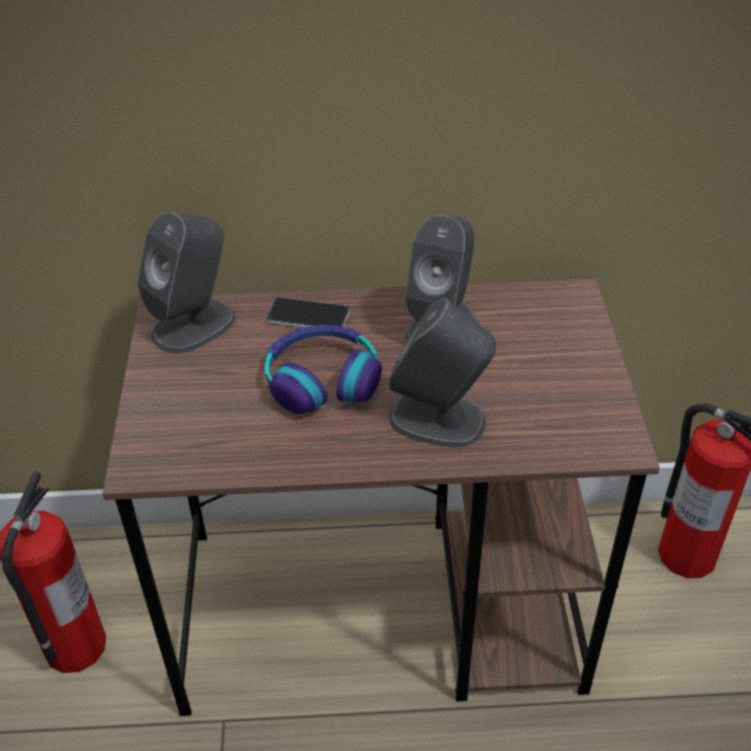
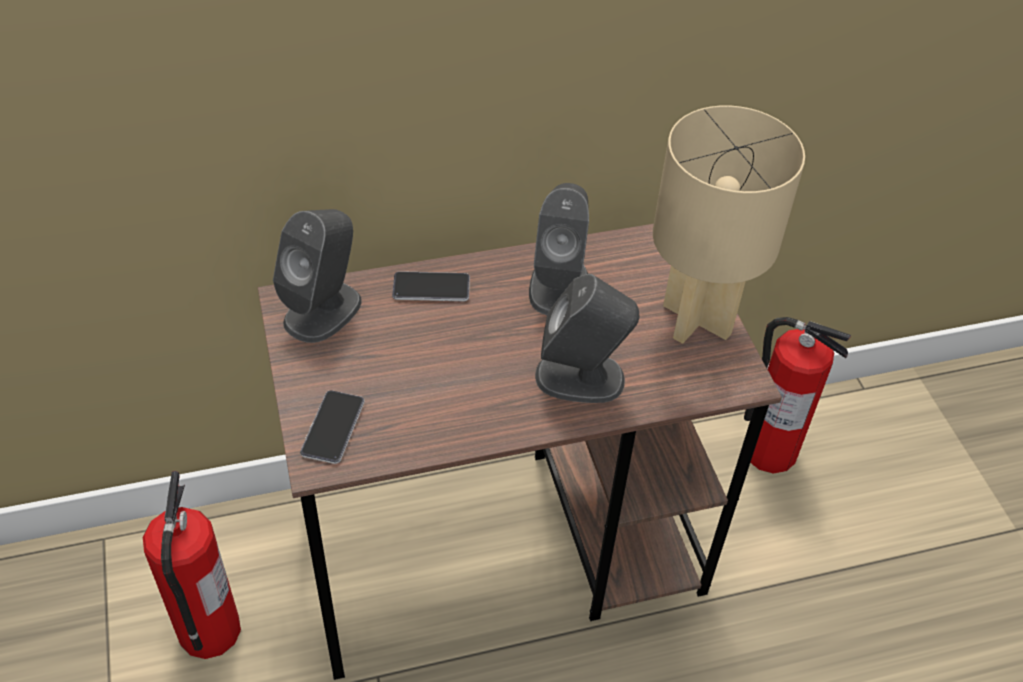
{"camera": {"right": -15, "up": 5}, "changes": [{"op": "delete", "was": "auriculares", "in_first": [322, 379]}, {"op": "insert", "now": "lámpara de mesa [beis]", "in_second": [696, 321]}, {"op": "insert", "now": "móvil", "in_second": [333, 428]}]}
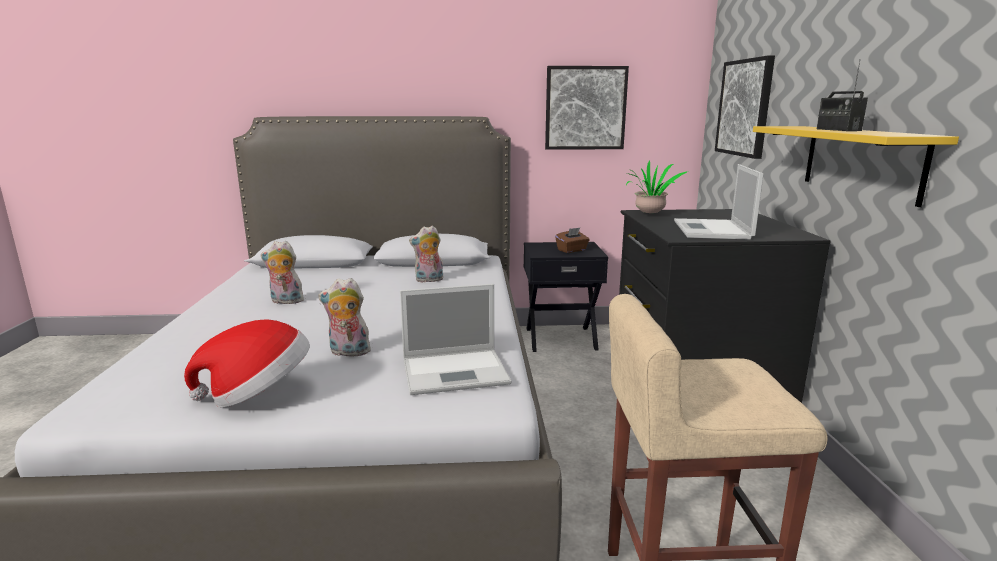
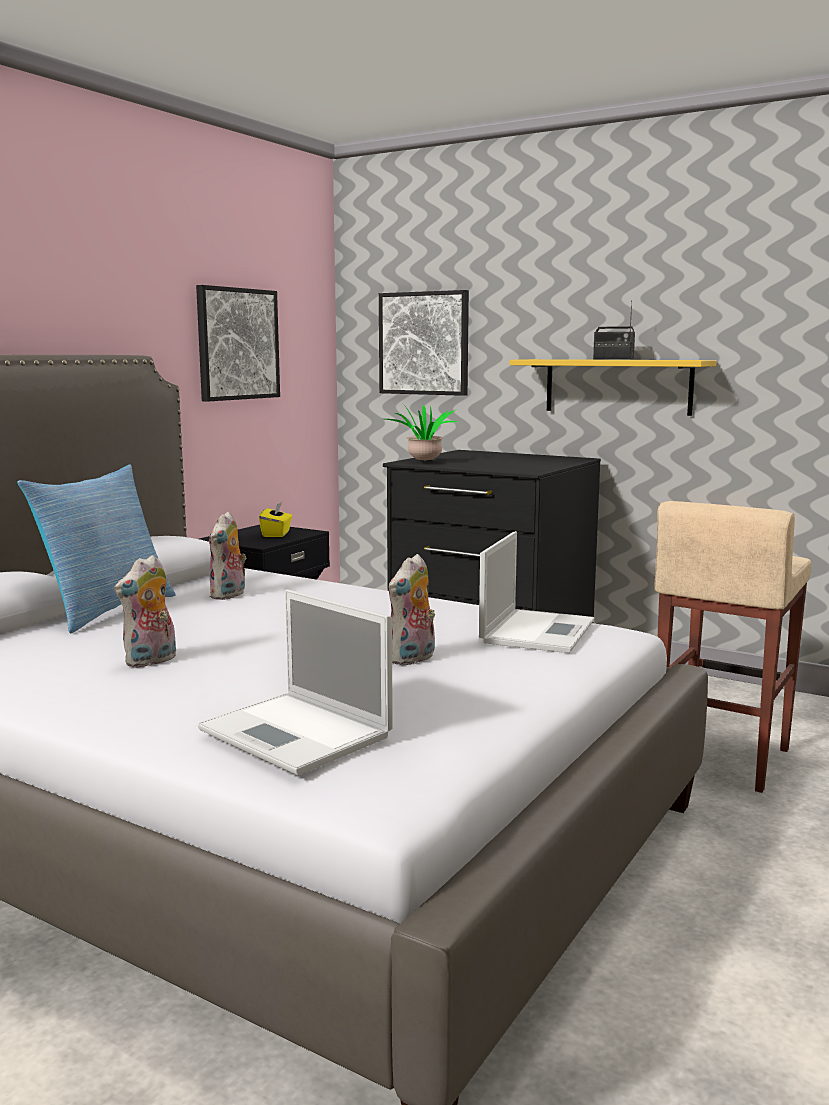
{"camera": {"right": -55, "up": -5}, "changes": [{"op": "move", "was": "portátil", "in_first": [712, 230], "in_second": [298, 734]}, {"op": "recolor", "was": "caja de pañuelos [marrón]", "now": "caja de pañuelos [amarillo]", "in_first": [572, 250], "in_second": [276, 534]}, {"op": "delete", "was": "sombrero", "in_first": [258, 394]}, {"op": "insert", "now": "cojín", "in_second": [105, 610]}]}
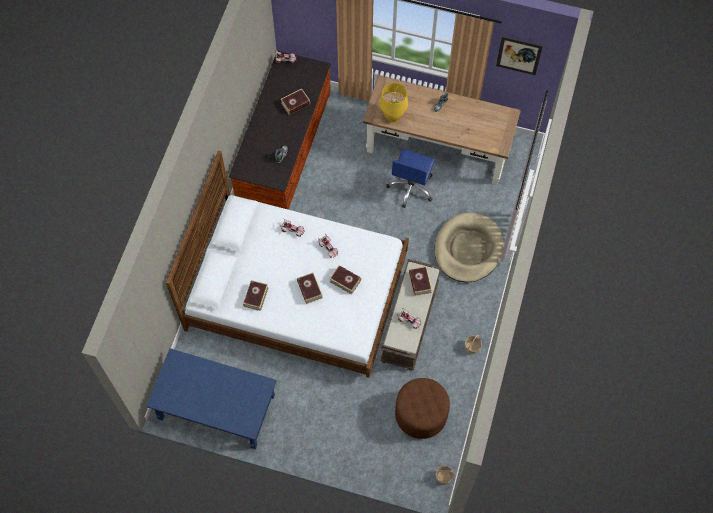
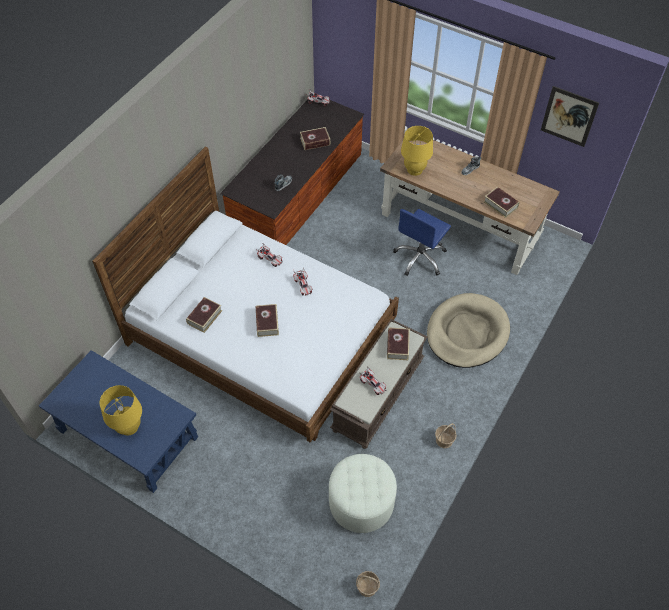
{"camera": {"right": 15, "up": -10}, "changes": [{"op": "move", "was": "libro", "in_first": [345, 281], "in_second": [500, 205]}, {"op": "recolor", "was": "puf [marrón]", "now": "puf [blanco]", "in_first": [421, 414], "in_second": [361, 502]}, {"op": "insert", "now": "lámpara de mesa [amarillo]", "in_second": [129, 427]}]}
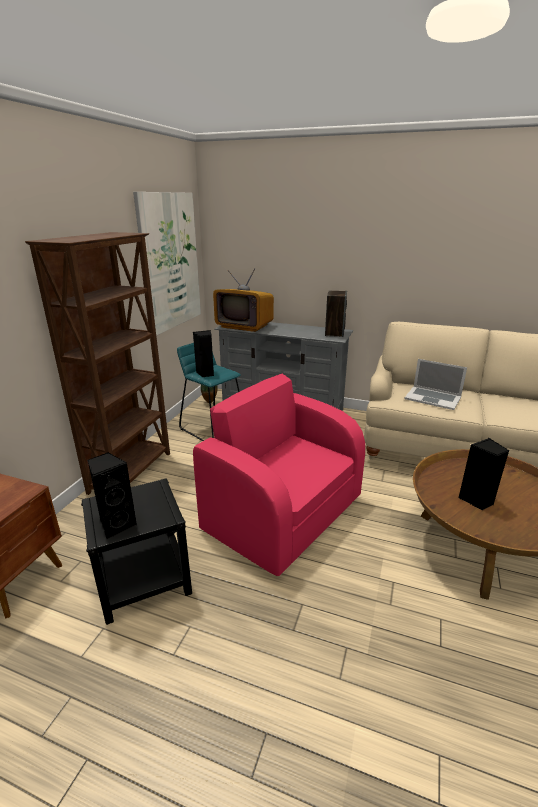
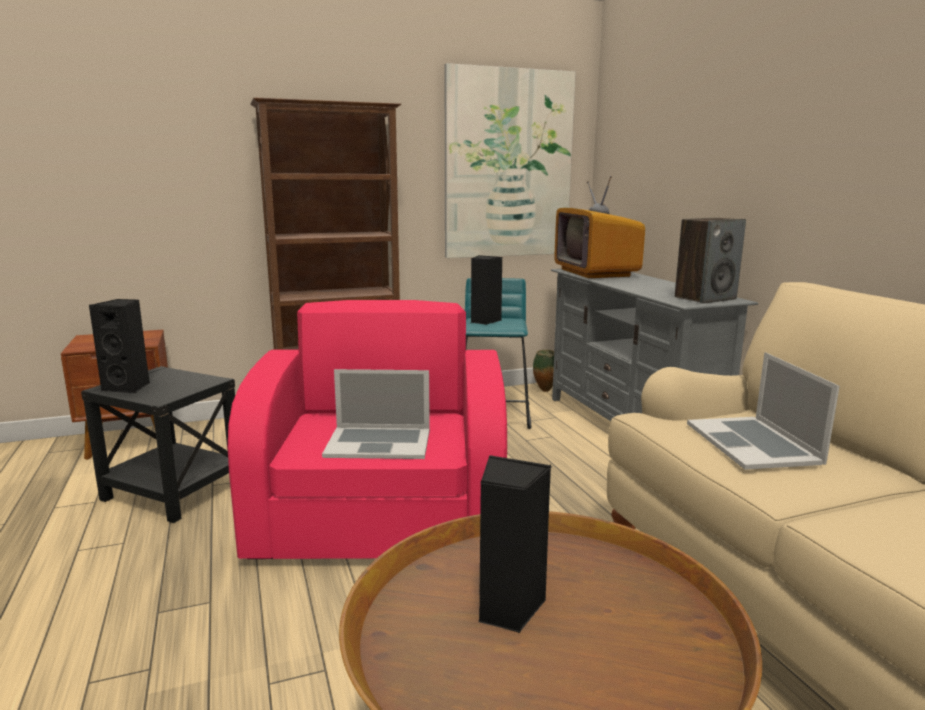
{"camera": {"right": 50, "up": -10}, "changes": [{"op": "insert", "now": "portátil", "in_second": [378, 443]}]}
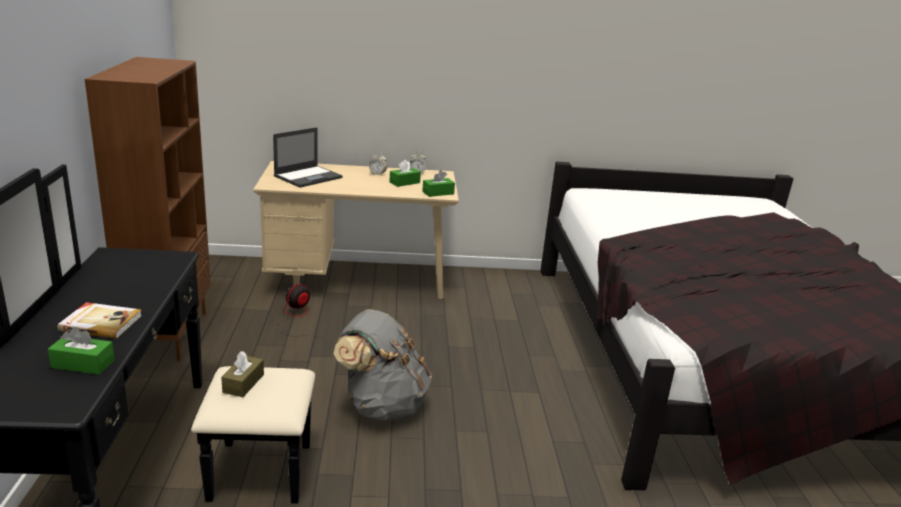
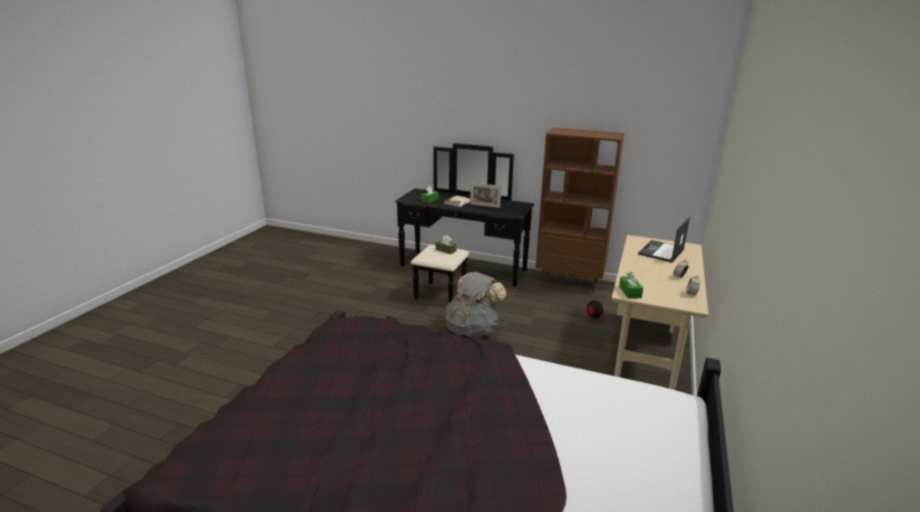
{"camera": {"right": 115, "up": 0}, "changes": [{"op": "rotate", "was": "portátil", "in_first": [308, 177], "in_second": [661, 252], "clockwise": 60}, {"op": "delete", "was": "caja de pañuelos [verde]", "in_first": [404, 182]}, {"op": "insert", "now": "portarretratos", "in_second": [485, 206]}]}
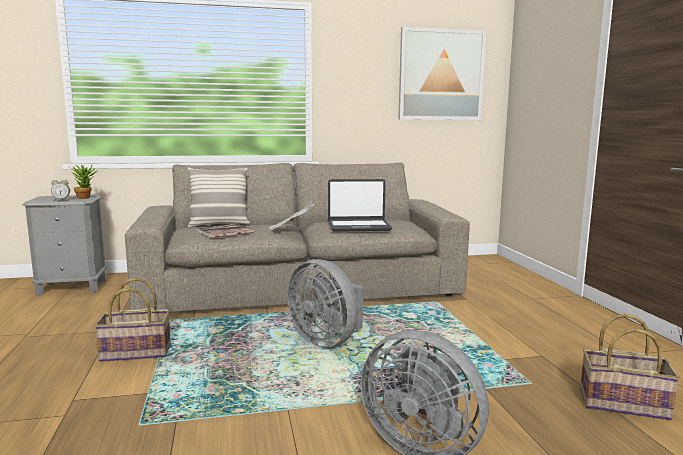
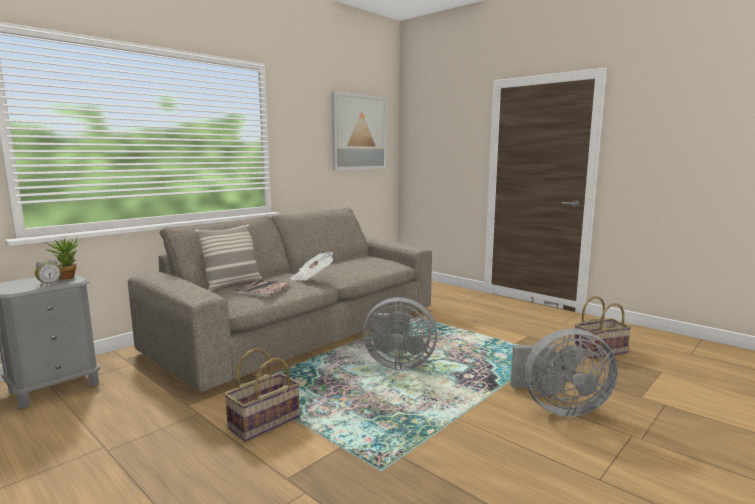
{"camera": {"right": -35, "up": 0}, "changes": [{"op": "delete", "was": "portátil", "in_first": [358, 226]}]}
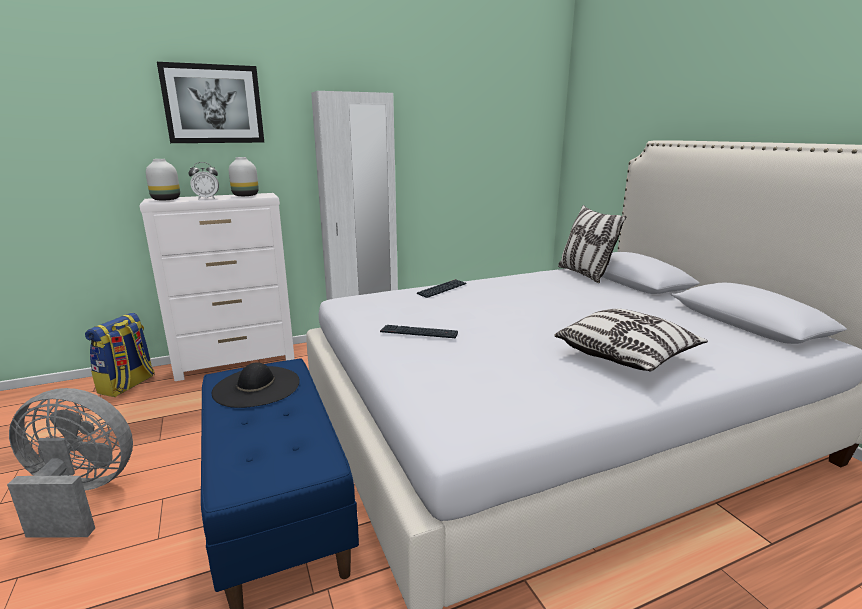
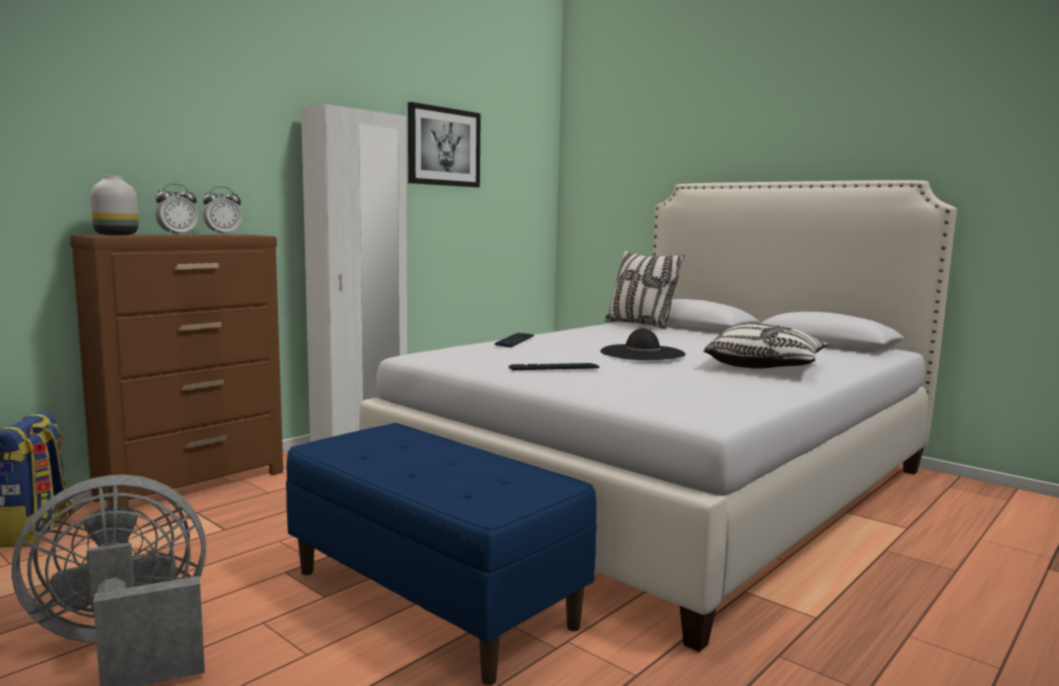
{"camera": {"right": -25, "up": -10}, "changes": [{"op": "move", "was": "cuadro", "in_first": [213, 104], "in_second": [443, 147]}, {"op": "replace", "was": "florero [blanco]", "now": "despertador", "in_first": [246, 195], "in_second": [223, 234]}, {"op": "recolor", "was": "cómoda [blanco]", "now": "cómoda [marrón]", "in_first": [237, 363], "in_second": [195, 485]}, {"op": "move", "was": "sombrero [negro]", "in_first": [256, 386], "in_second": [642, 353]}]}
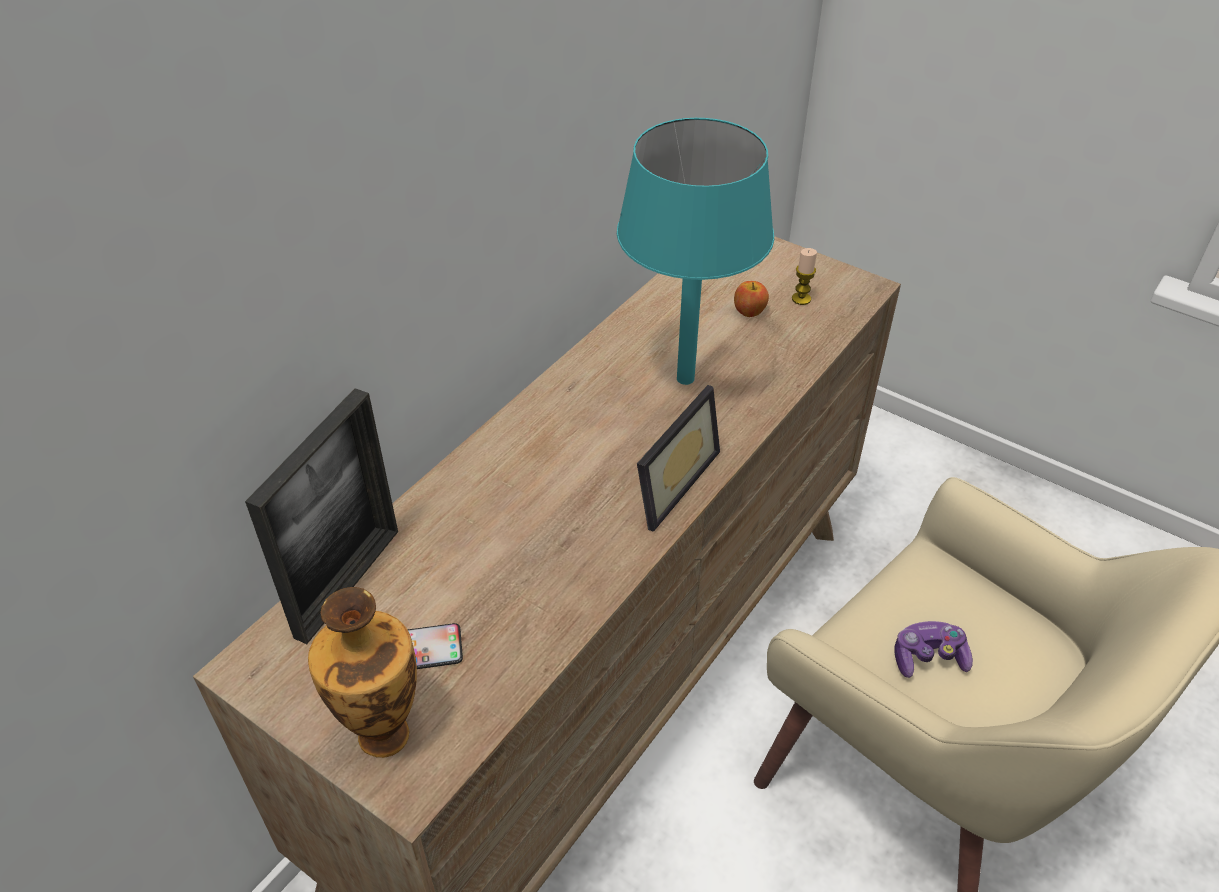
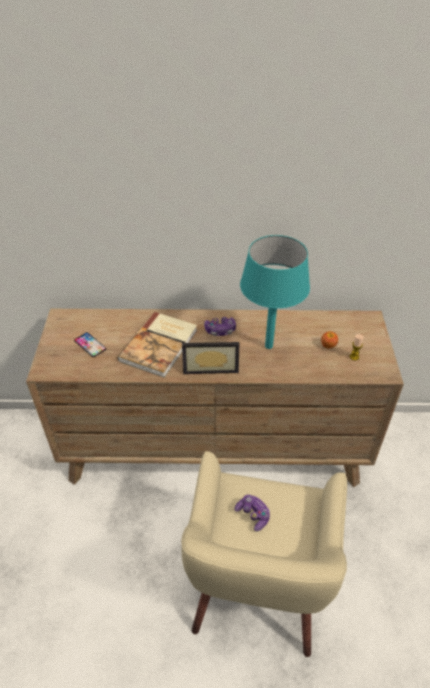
{"camera": {"right": 55, "up": 0}, "changes": [{"op": "delete", "was": "portarretratos", "in_first": [348, 582]}, {"op": "delete", "was": "florero", "in_first": [383, 731]}, {"op": "insert", "now": "libro", "in_second": [160, 345]}, {"op": "insert", "now": "mando de consola", "in_second": [220, 330]}]}
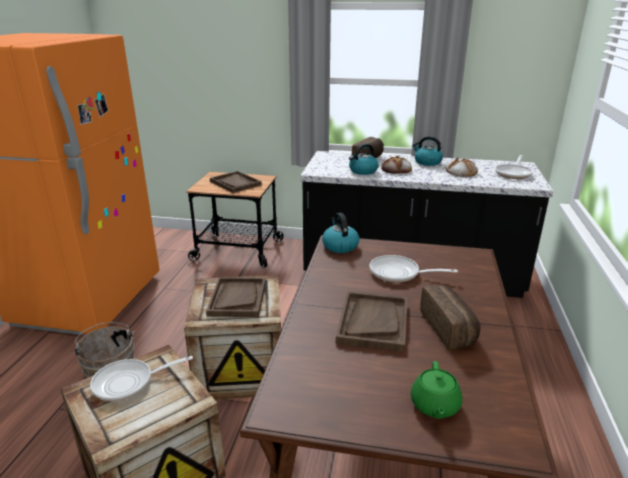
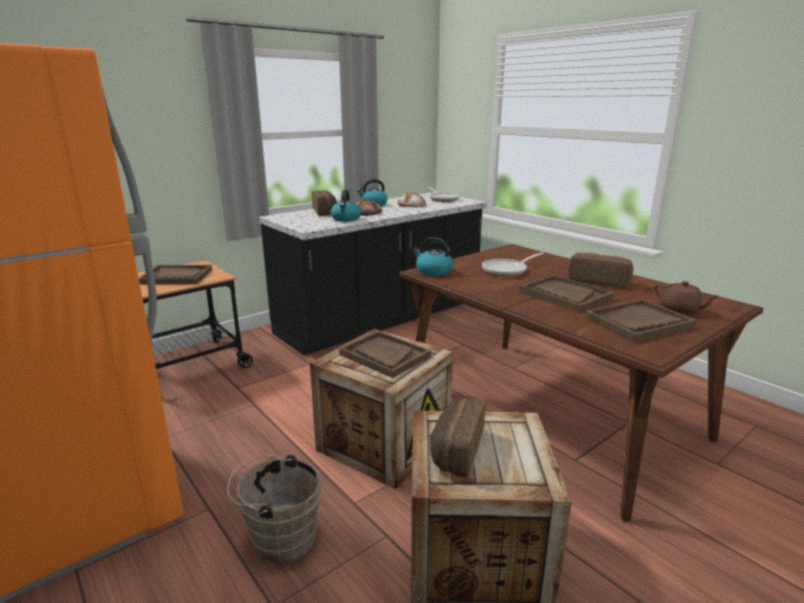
{"camera": {"right": -50, "up": -5}, "changes": [{"op": "replace", "was": "sartén", "now": "pan", "in_first": [129, 383], "in_second": [455, 449]}, {"op": "recolor", "was": "tetera [verde]", "now": "tetera [marrón]", "in_first": [434, 406], "in_second": [680, 310]}, {"op": "insert", "now": "bandeja [marrón]", "in_second": [638, 323]}]}
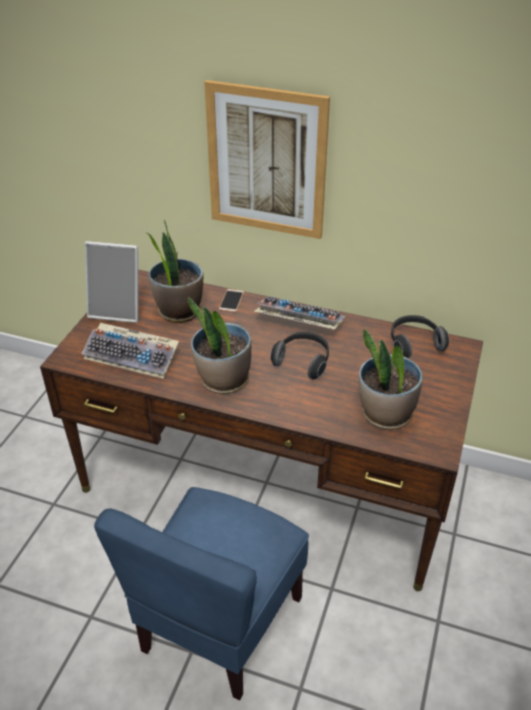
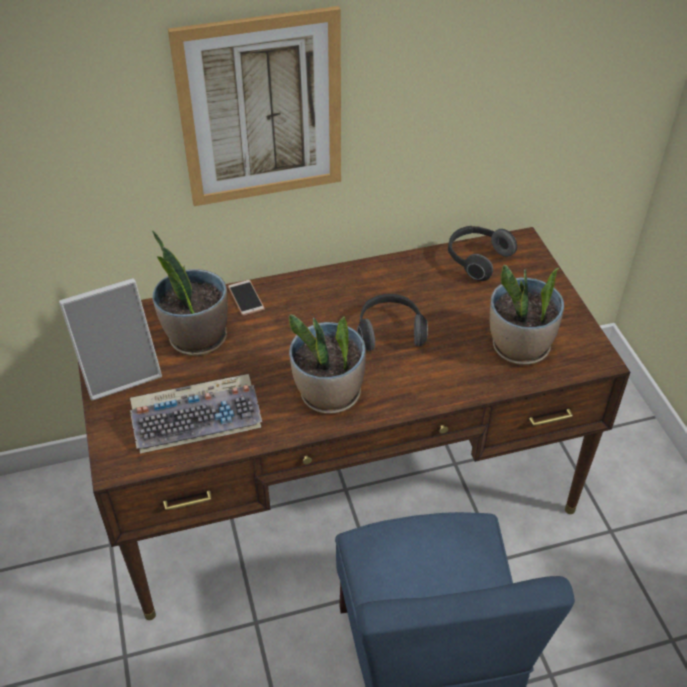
{"camera": {"right": -35, "up": 5}, "changes": [{"op": "delete", "was": "teclado", "in_first": [297, 321]}]}
